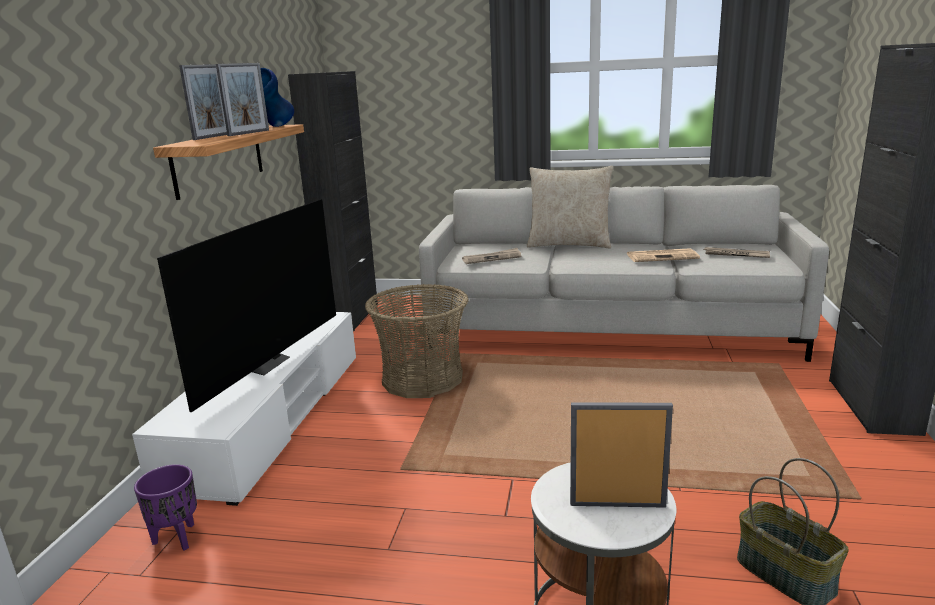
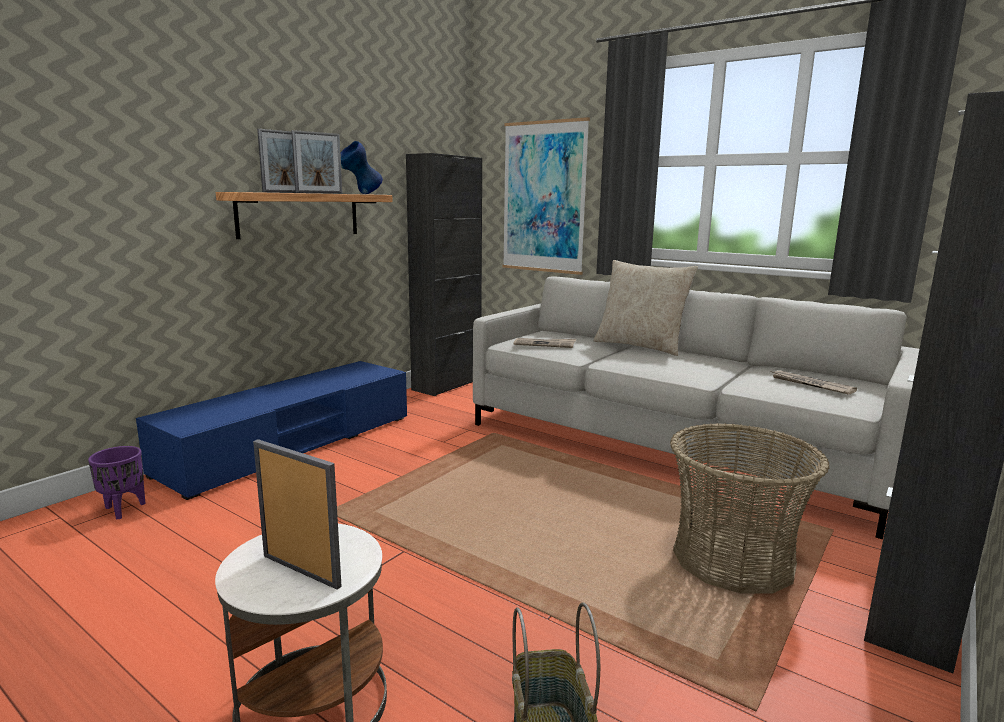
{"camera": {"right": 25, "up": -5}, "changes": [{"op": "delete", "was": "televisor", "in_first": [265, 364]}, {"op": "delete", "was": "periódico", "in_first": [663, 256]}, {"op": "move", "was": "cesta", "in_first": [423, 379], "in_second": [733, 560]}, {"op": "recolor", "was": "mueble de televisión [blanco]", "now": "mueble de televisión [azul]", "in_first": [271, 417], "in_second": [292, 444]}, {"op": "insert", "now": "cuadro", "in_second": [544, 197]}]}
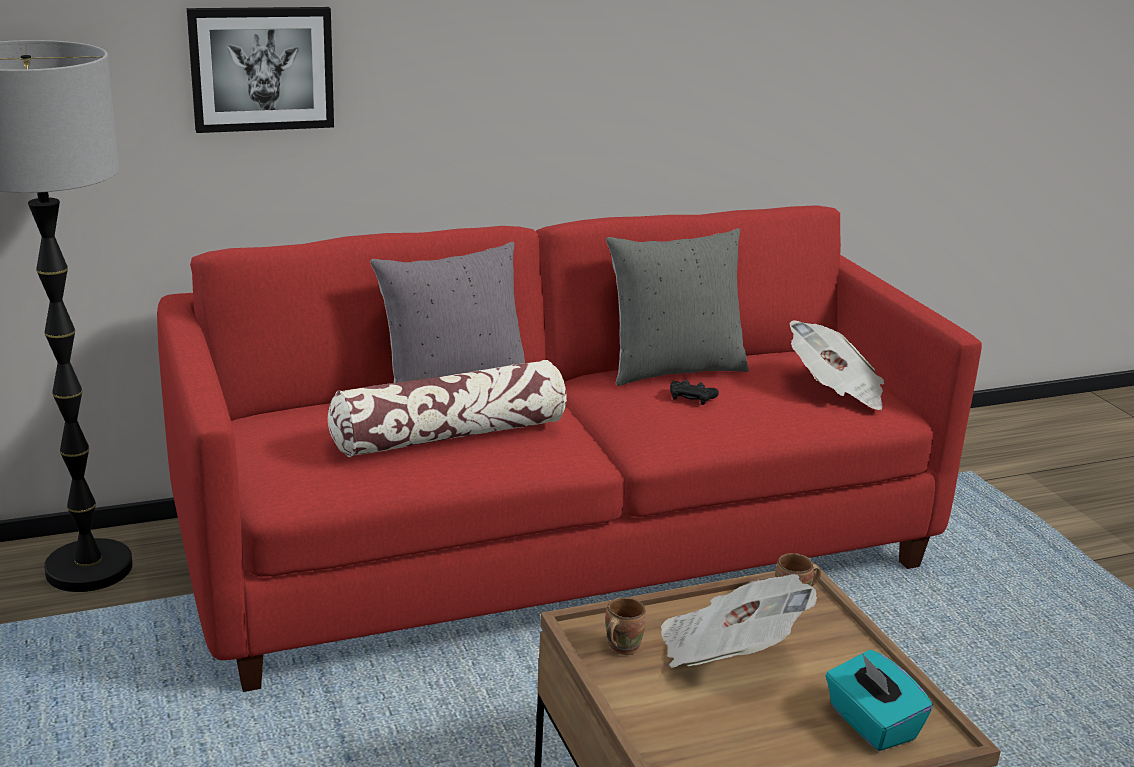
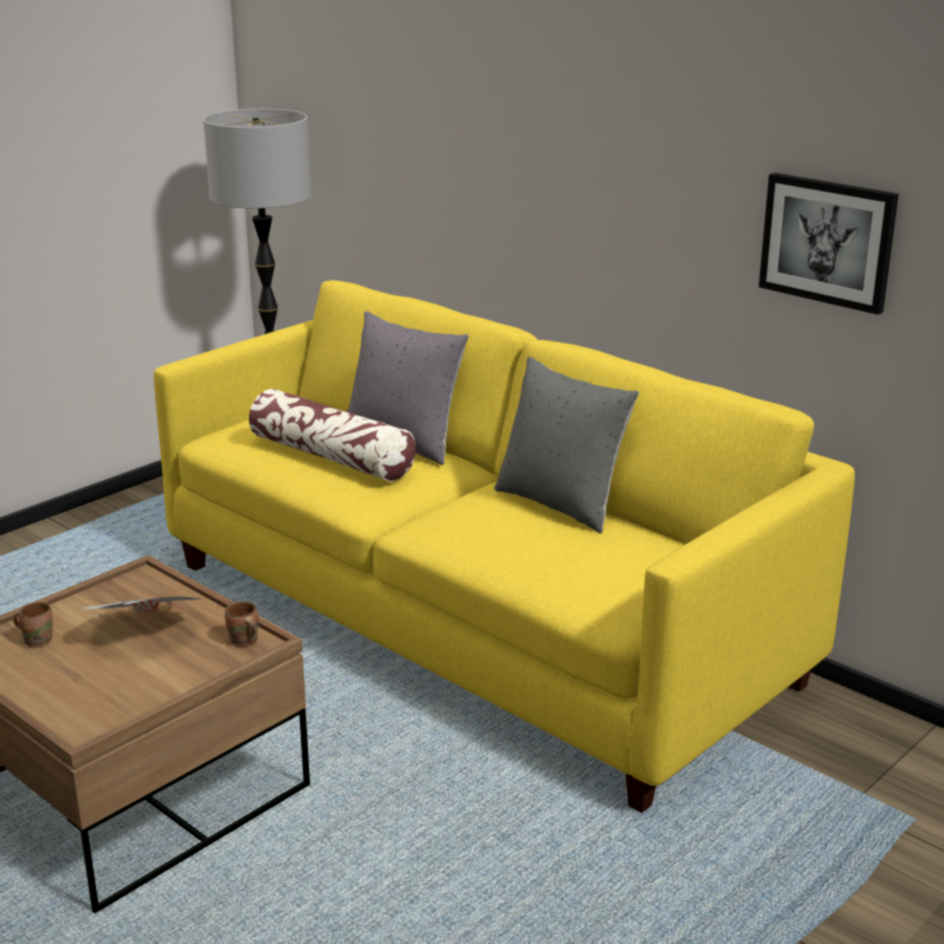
{"camera": {"right": 65, "up": 0}, "changes": [{"op": "move", "was": "cuadro", "in_first": [261, 68], "in_second": [828, 241]}, {"op": "recolor", "was": "sofá [rojo]", "now": "sofá [amarillo]", "in_first": [559, 547], "in_second": [474, 622]}, {"op": "delete", "was": "periódico", "in_first": [835, 391]}, {"op": "delete", "was": "mando de consola [negro]", "in_first": [692, 397]}, {"op": "move", "was": "taza grande [marrón]", "in_first": [620, 647], "in_second": [37, 640]}, {"op": "delete", "was": "caja de pañuelos [turquesa]", "in_first": [871, 724]}]}
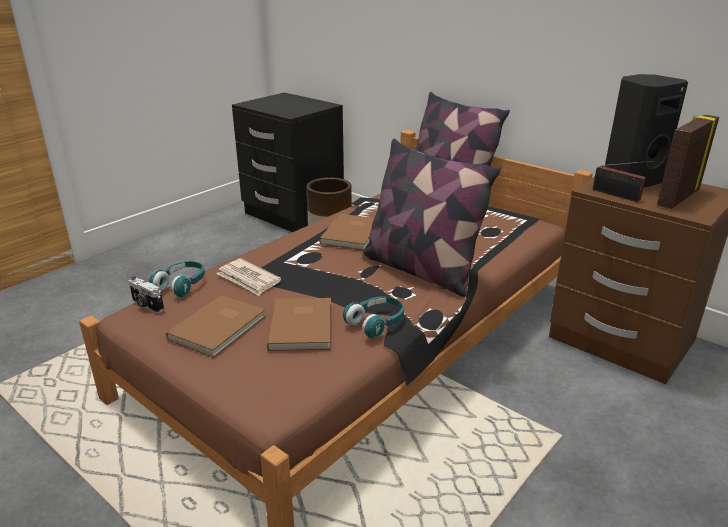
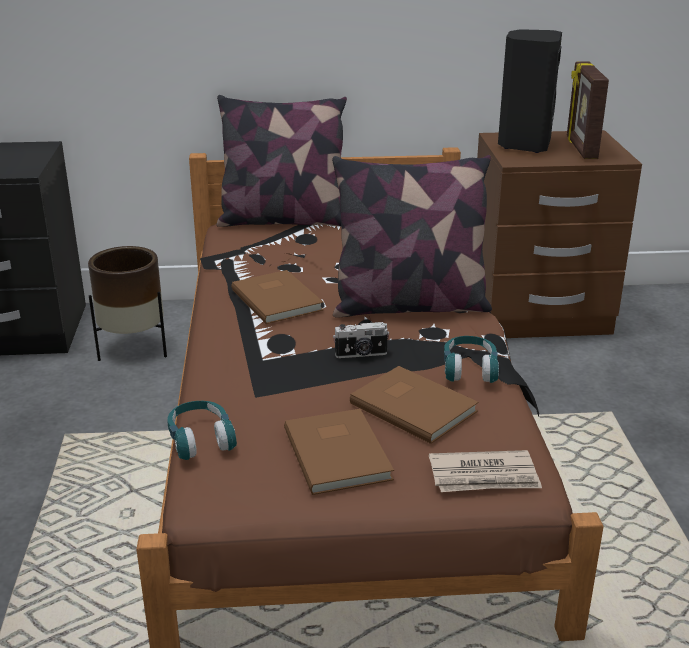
{"camera": {"right": -45, "up": 0}, "changes": [{"op": "delete", "was": "radio", "in_first": [618, 195]}, {"op": "move", "was": "periódico", "in_first": [248, 279], "in_second": [484, 476]}, {"op": "move", "was": "cámara", "in_first": [147, 306], "in_second": [361, 354]}]}
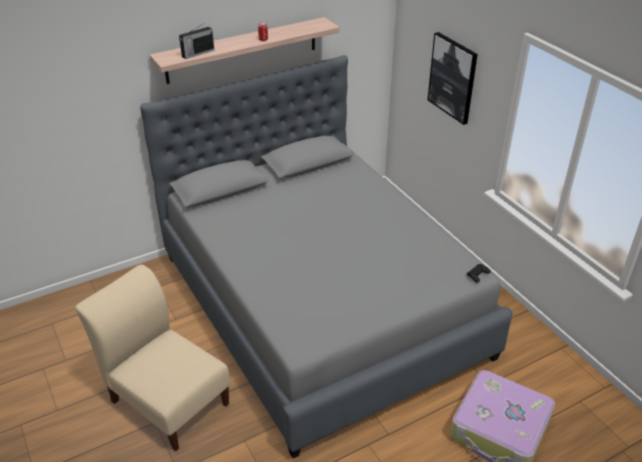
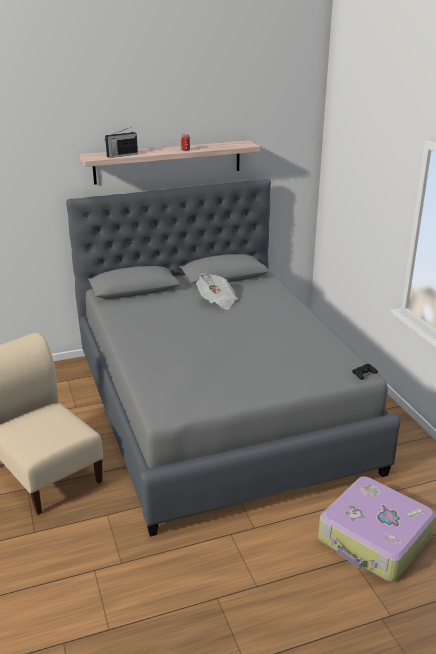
{"camera": {"right": 10, "up": -10}, "changes": [{"op": "delete", "was": "cuadro", "in_first": [453, 77]}, {"op": "insert", "now": "periódico", "in_second": [217, 301]}]}
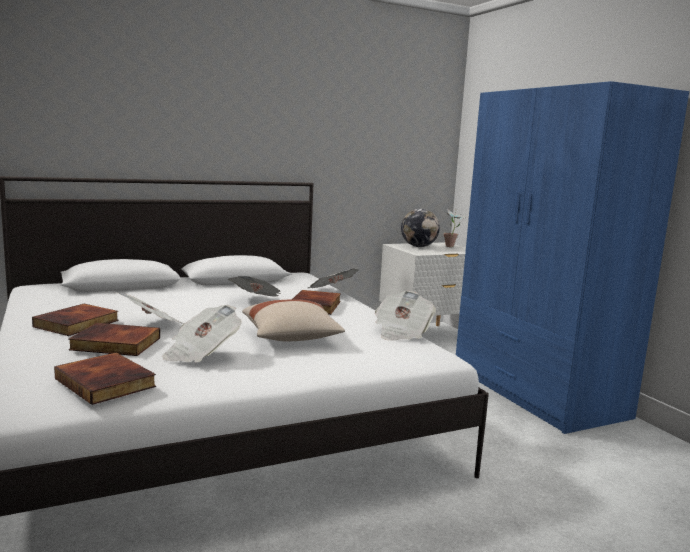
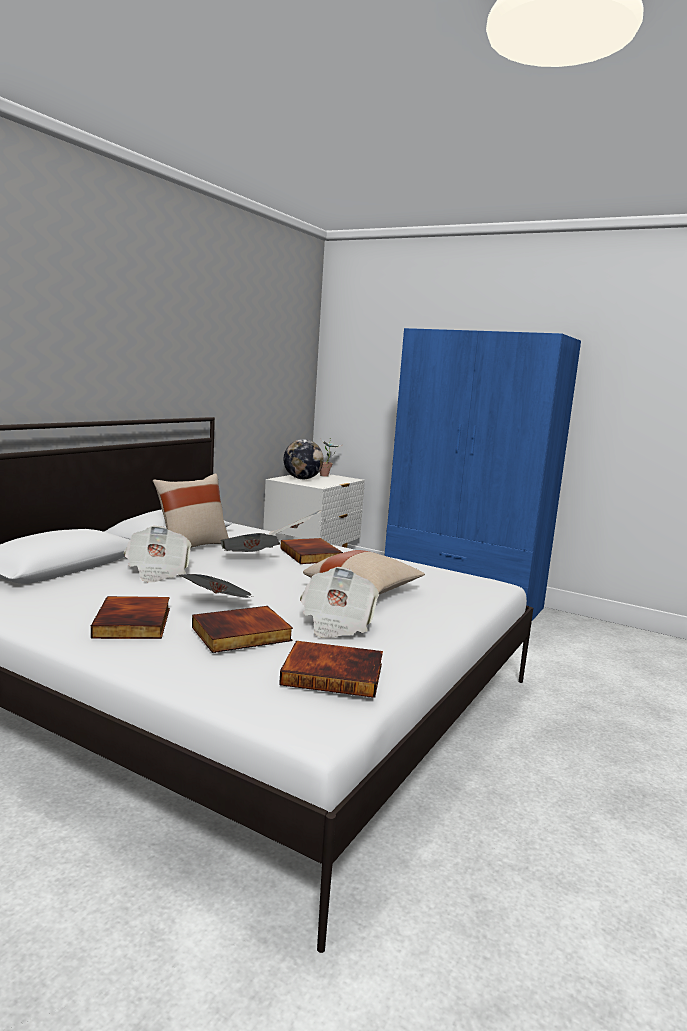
{"camera": {"right": -35, "up": 0}, "changes": [{"op": "move", "was": "periódico", "in_first": [401, 332], "in_second": [157, 571]}, {"op": "insert", "now": "cojín [beis]", "in_second": [192, 547]}]}
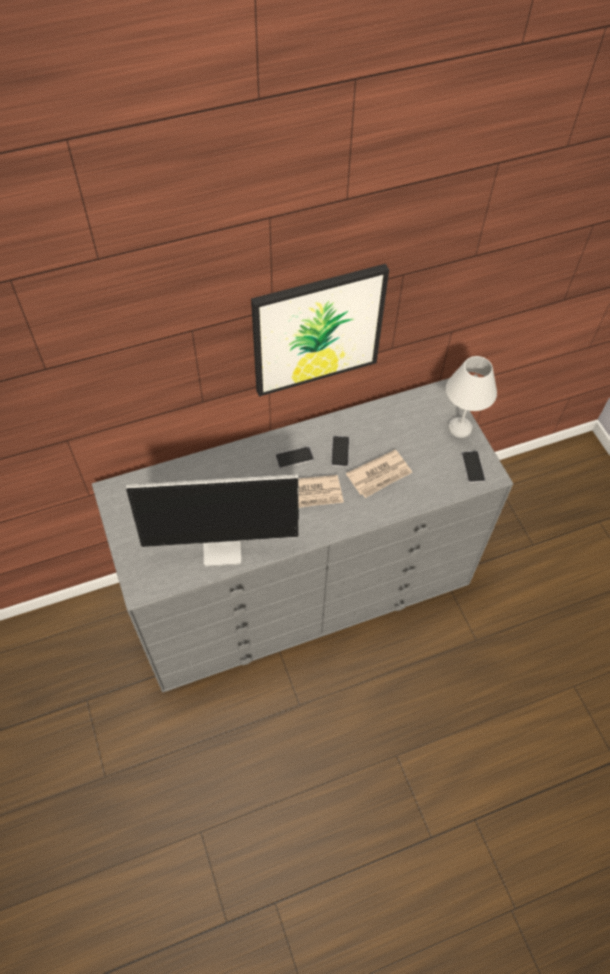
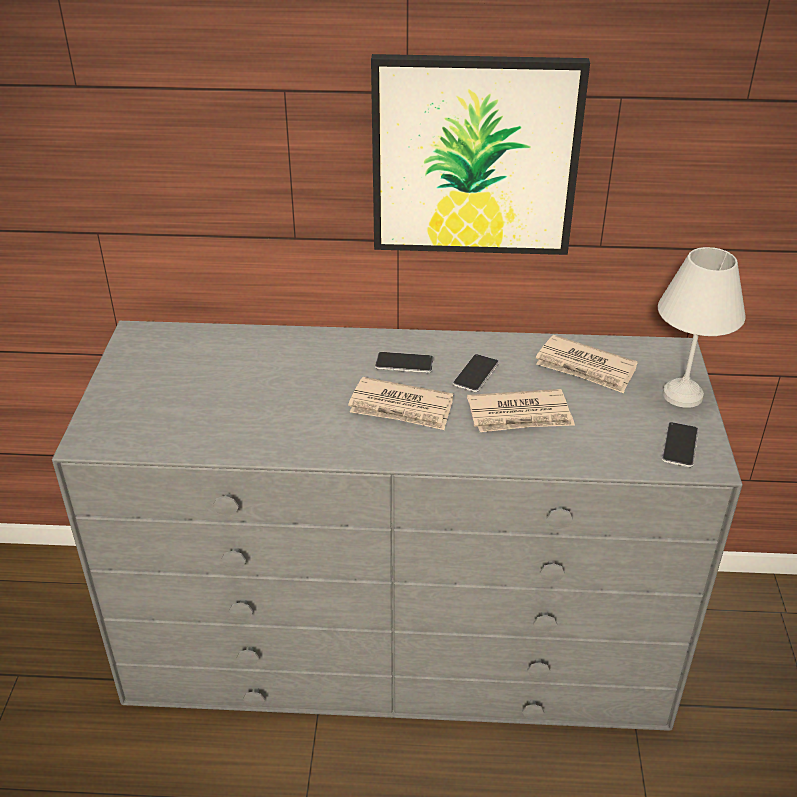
{"camera": {"right": 25, "up": -20}, "changes": [{"op": "delete", "was": "monitor", "in_first": [223, 546]}, {"op": "insert", "now": "periódico", "in_second": [585, 368]}]}
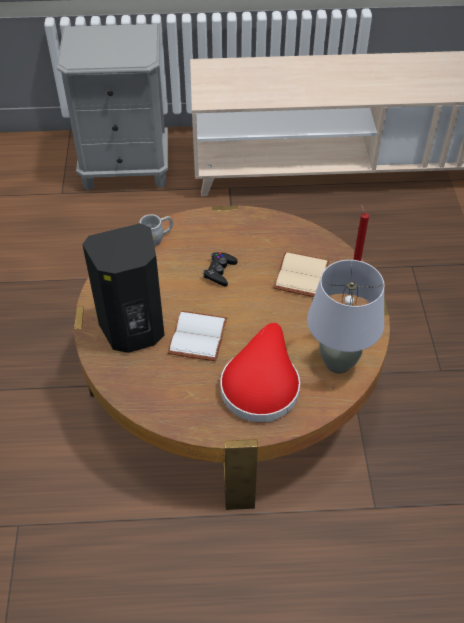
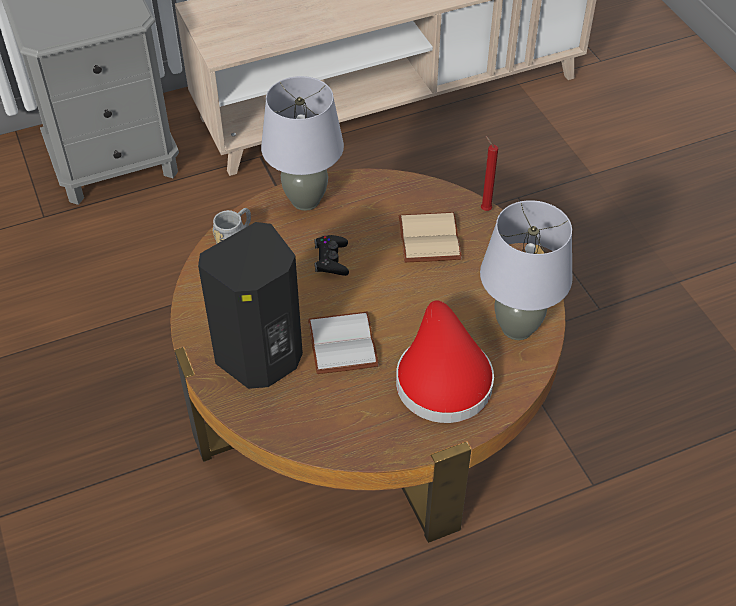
{"camera": {"right": -20, "up": 0}, "changes": [{"op": "insert", "now": "lámpara de mesa [gris]", "in_second": [305, 200]}]}
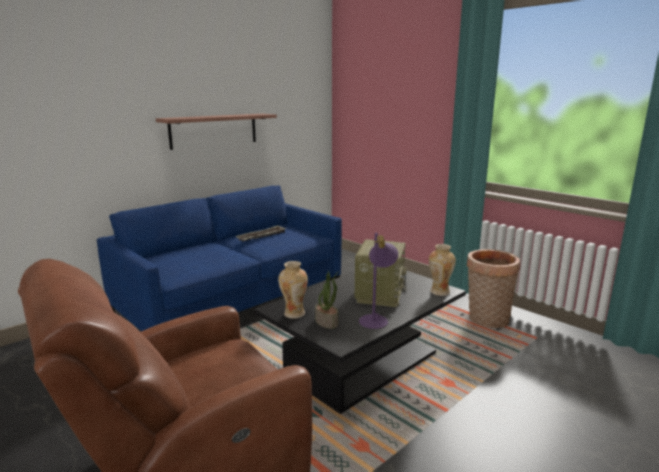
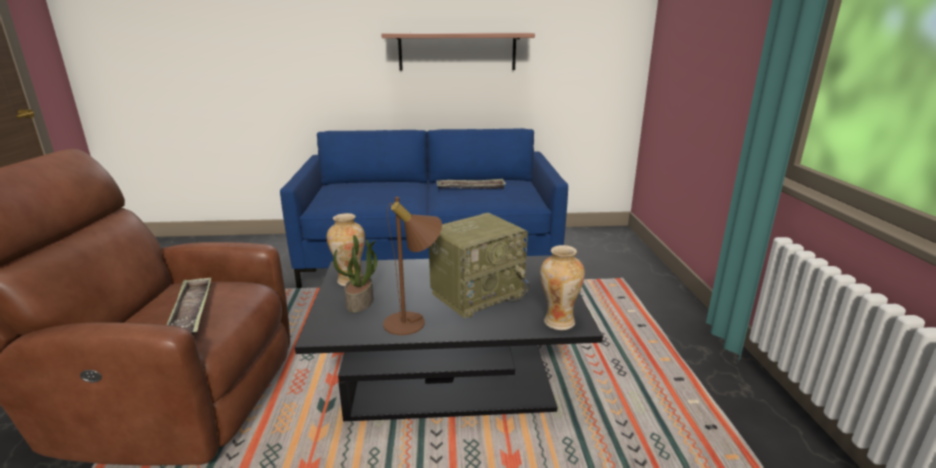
{"camera": {"right": 40, "up": 5}, "changes": [{"op": "recolor", "was": "lámpara de mesa [morado]", "now": "lámpara de mesa [marrón]", "in_first": [376, 319], "in_second": [412, 322]}, {"op": "delete", "was": "cesta", "in_first": [486, 320]}, {"op": "insert", "now": "bandeja", "in_second": [192, 312]}]}
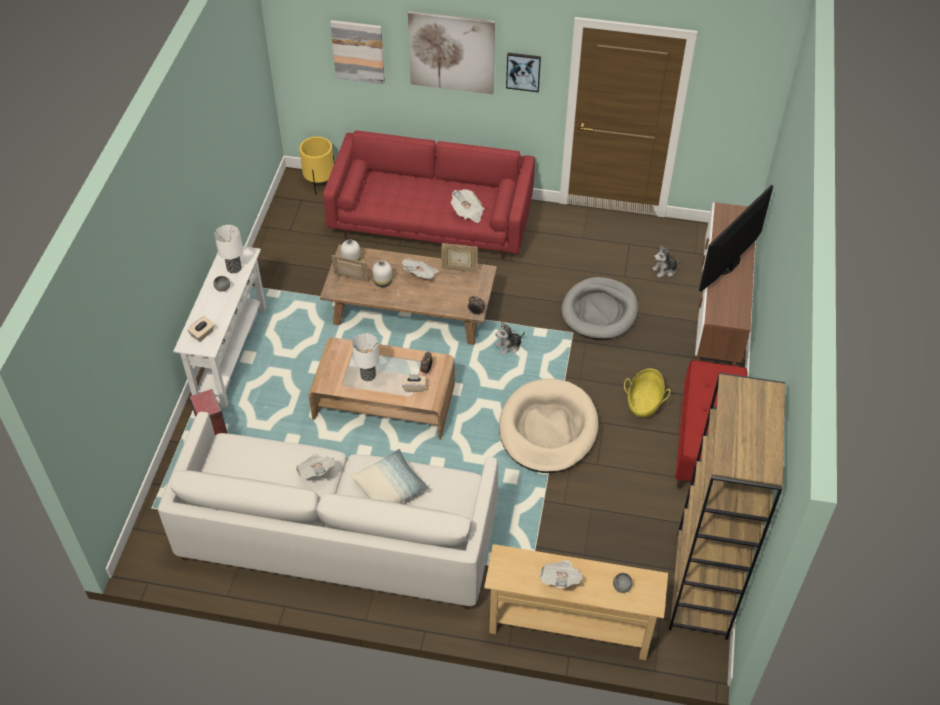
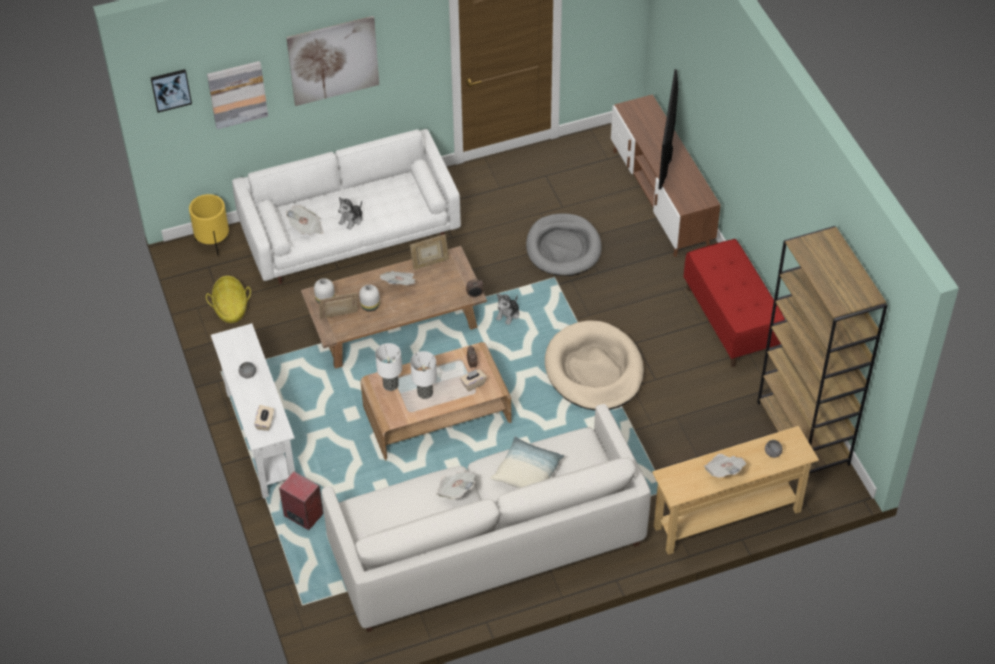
{"camera": {"right": -30, "up": 0}, "changes": [{"op": "move", "was": "cuadro", "in_first": [523, 71], "in_second": [171, 89]}, {"op": "recolor", "was": "sofá [rojo]", "now": "sofá [blanco]", "in_first": [431, 220], "in_second": [350, 231]}, {"op": "move", "was": "periódico", "in_first": [467, 213], "in_second": [306, 228]}, {"op": "move", "was": "lámpara de mesa", "in_first": [233, 268], "in_second": [390, 385]}, {"op": "move", "was": "peluche", "in_first": [665, 270], "in_second": [351, 220]}, {"op": "move", "was": "cesta", "in_first": [644, 402], "in_second": [231, 308]}]}
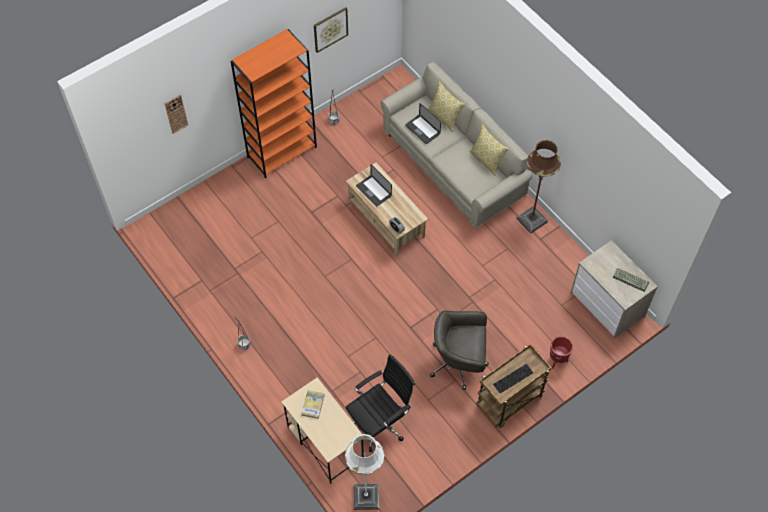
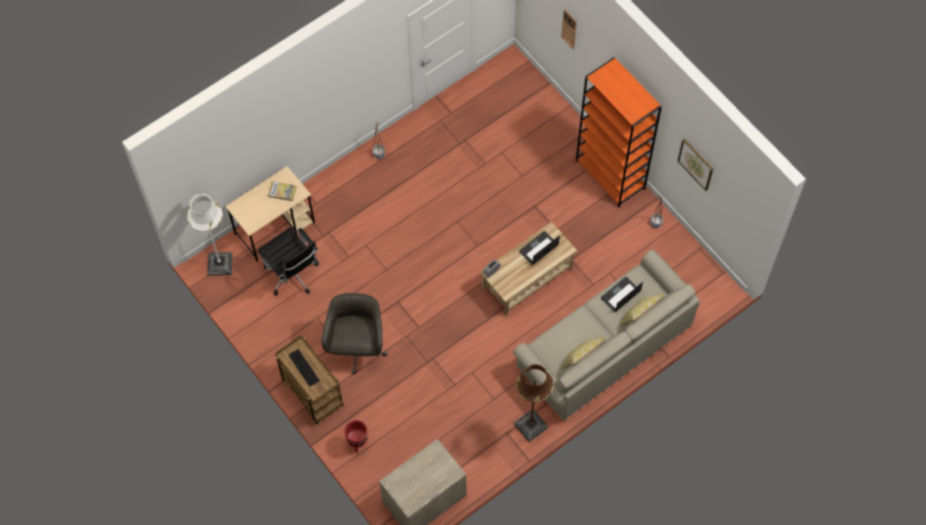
{"camera": {"right": 90, "up": 5}, "changes": [{"op": "delete", "was": "teclado", "in_first": [631, 279]}]}
